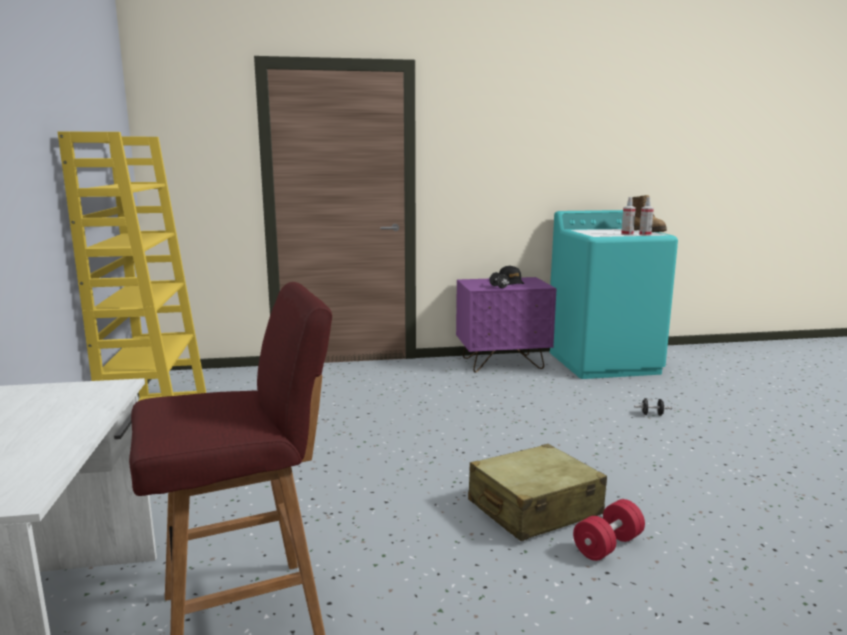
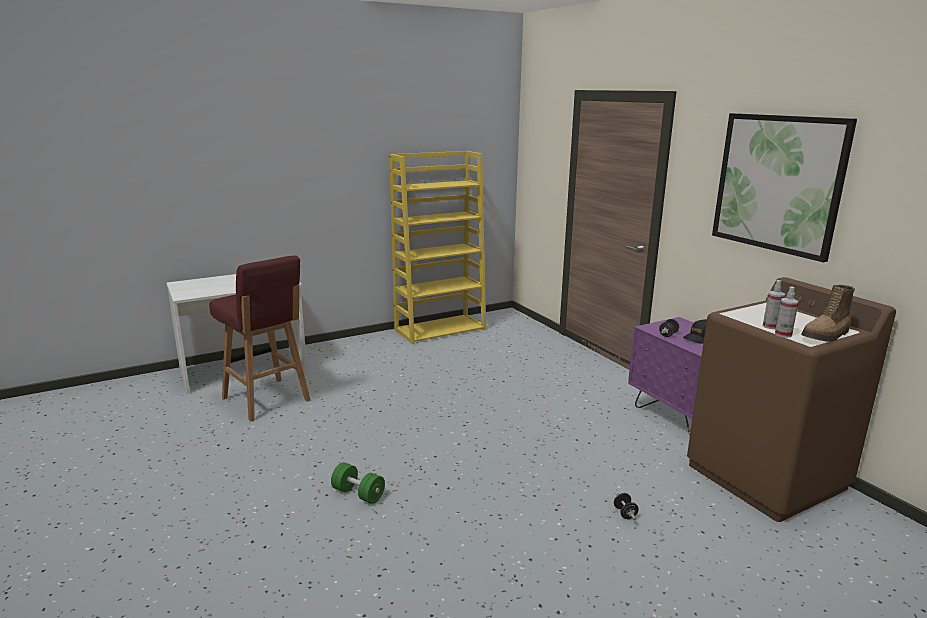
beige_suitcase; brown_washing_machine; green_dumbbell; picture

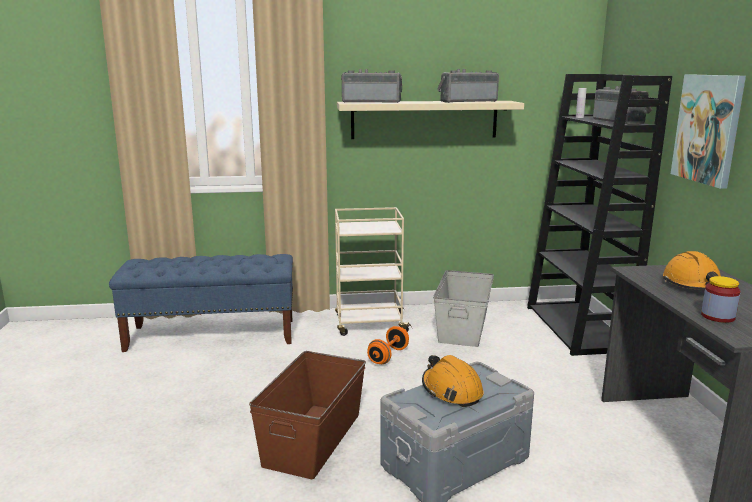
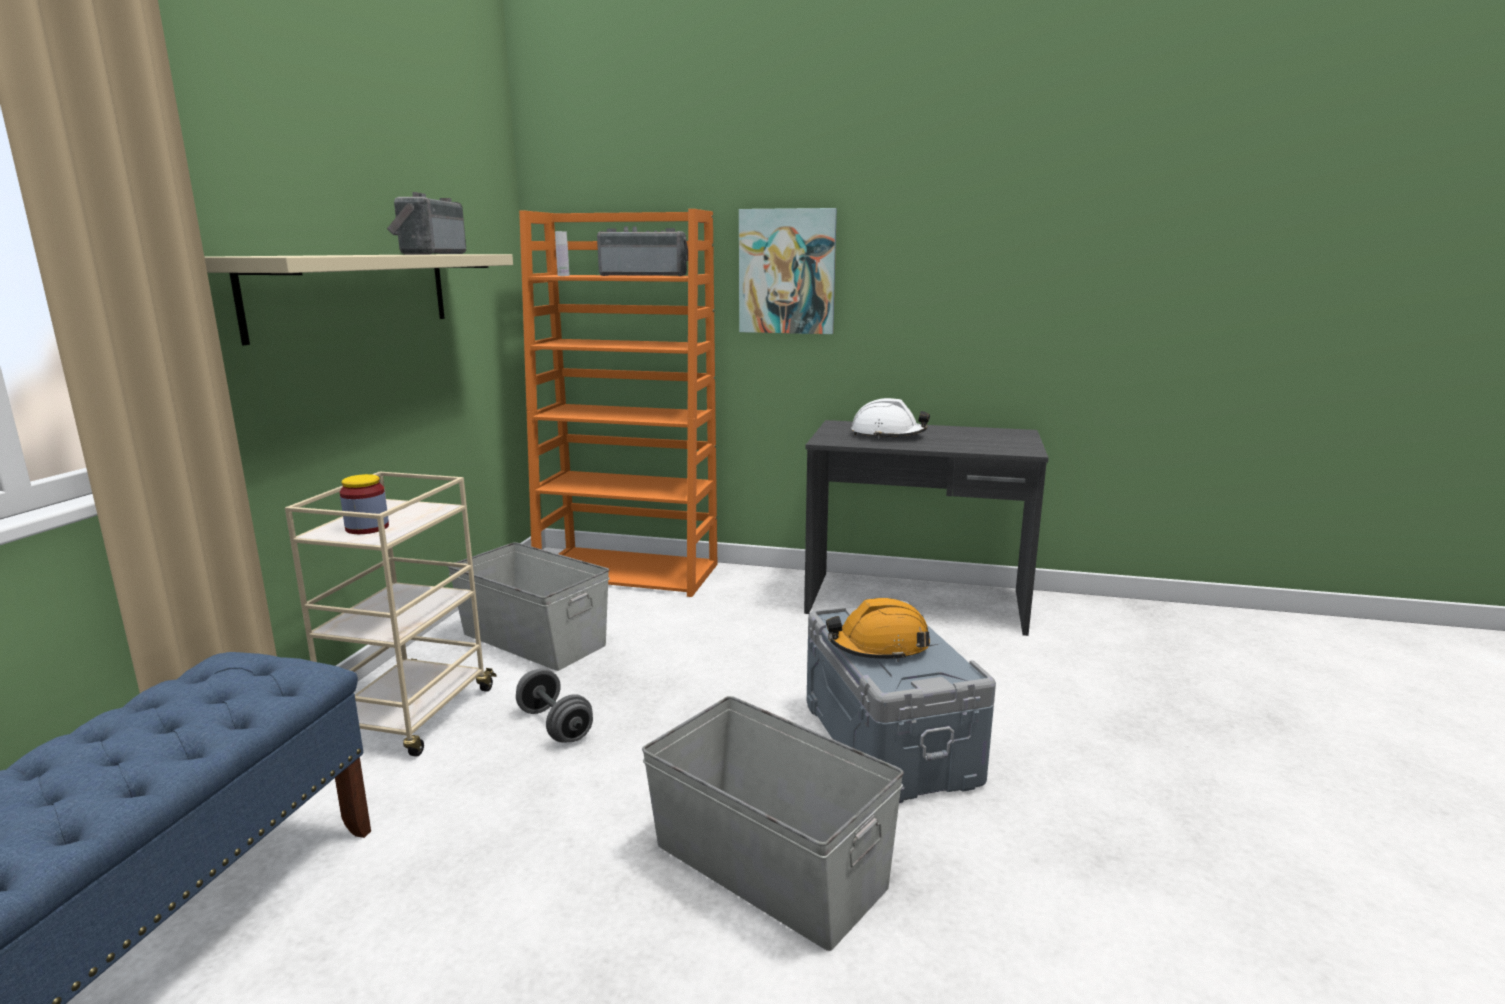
grey_storage_box (no. 2 from left); radio (no. 1 from left in the first image); grey_dumbbell; orange_bookcase; white_hard_hat; jar

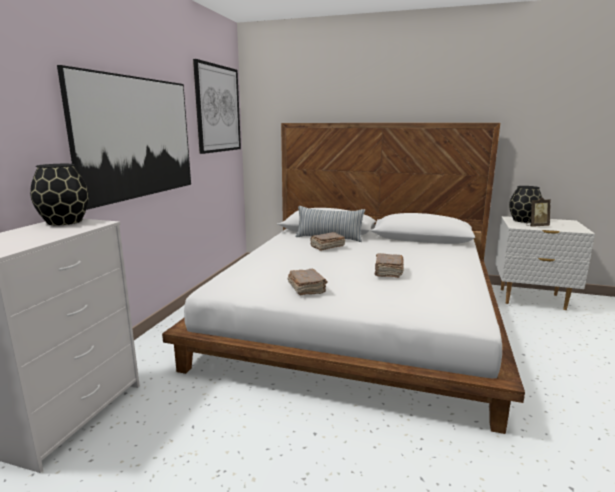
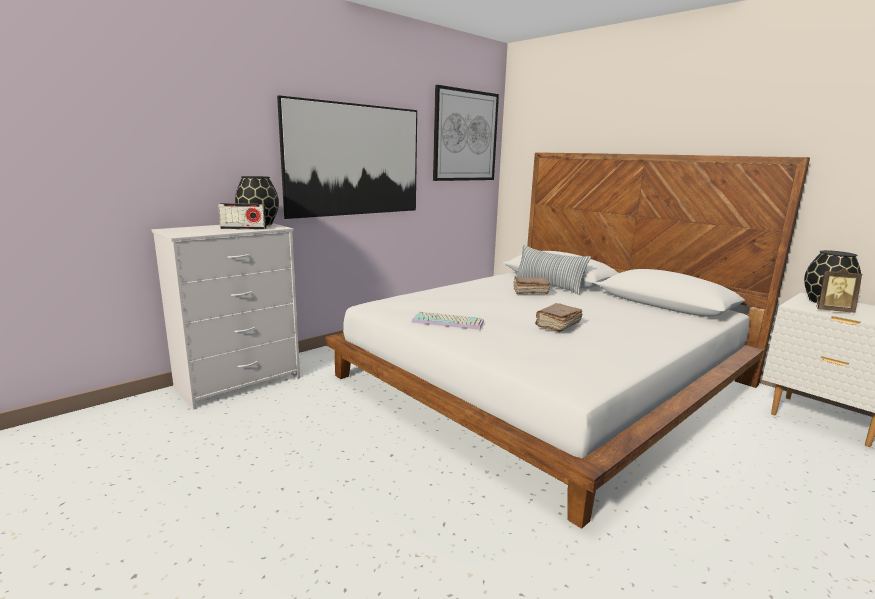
keyboard; radio

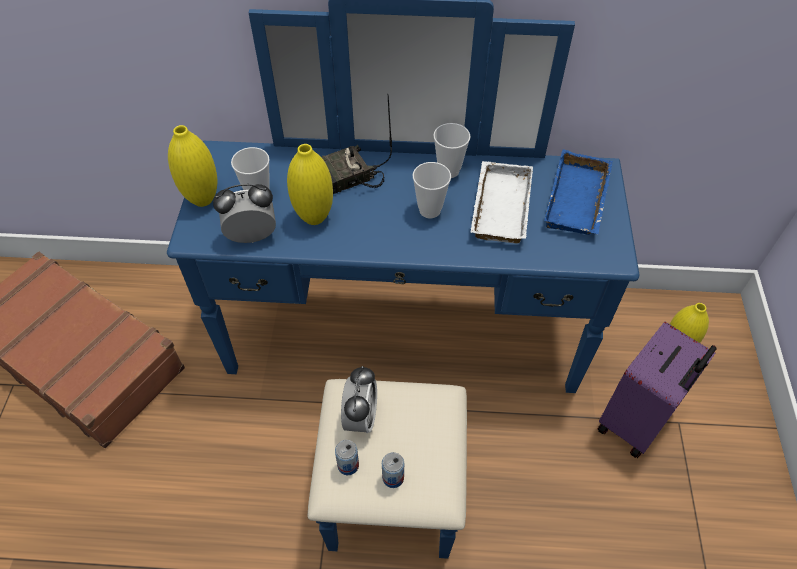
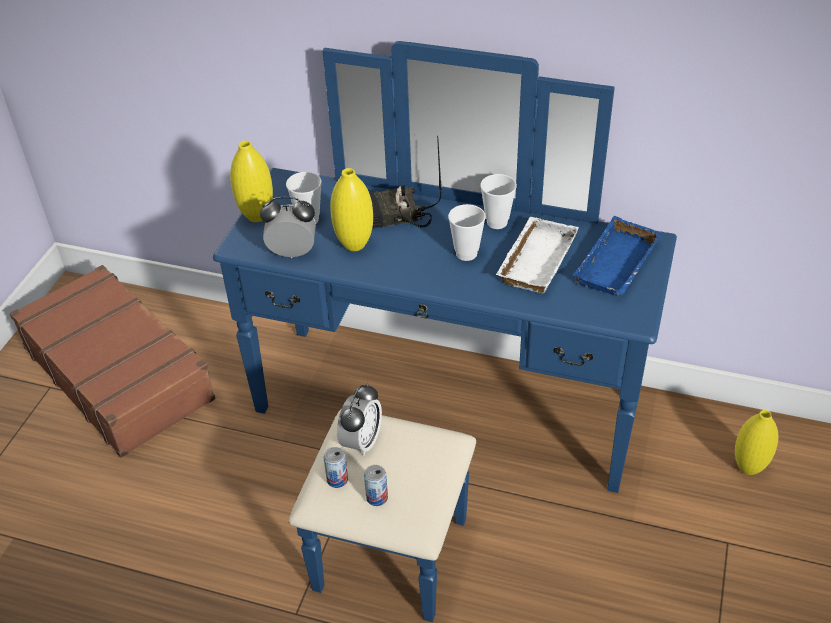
purple_suitcase

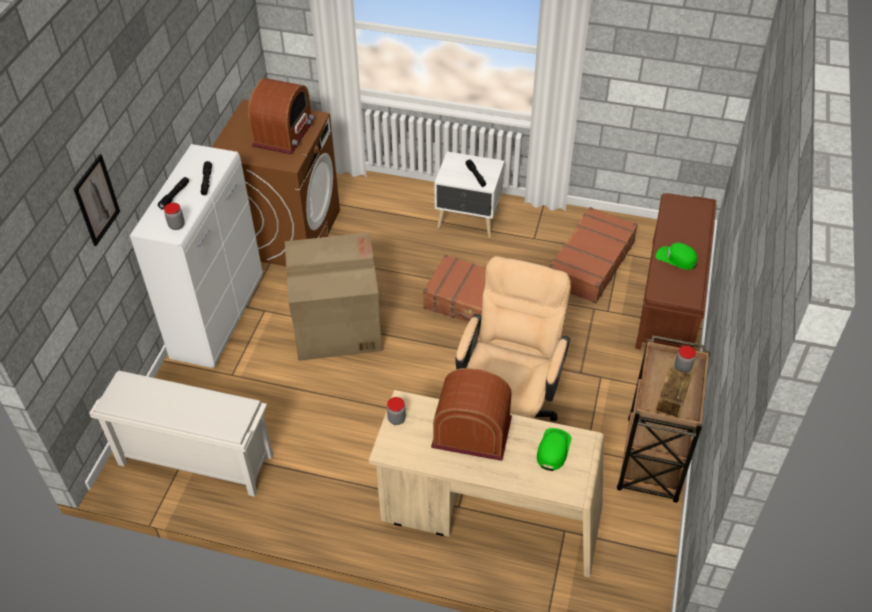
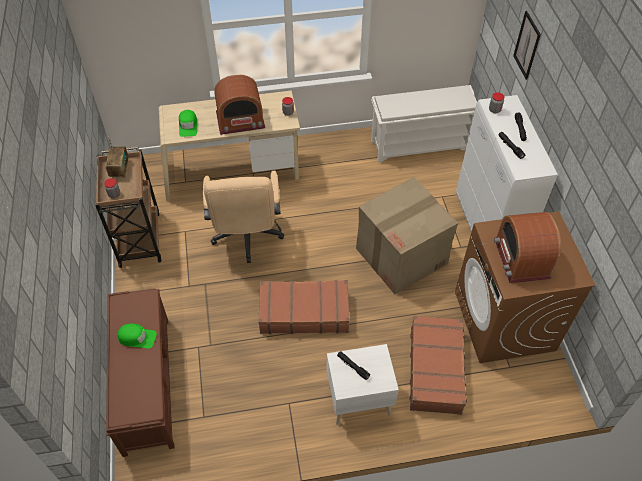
brown_suitcase (no. 2 from left)

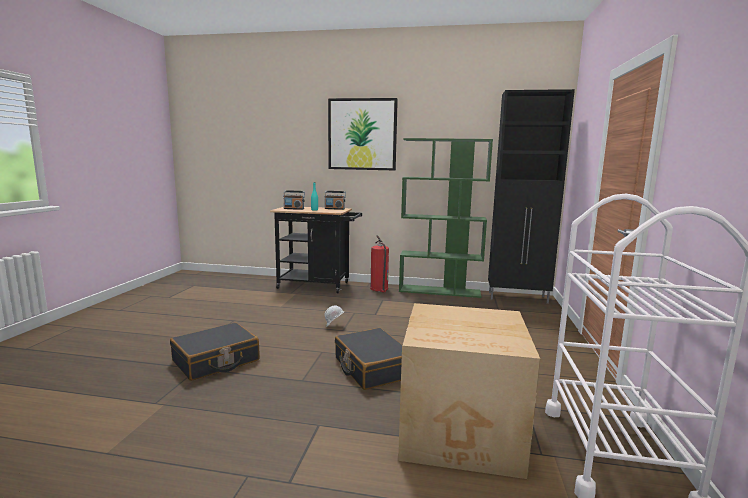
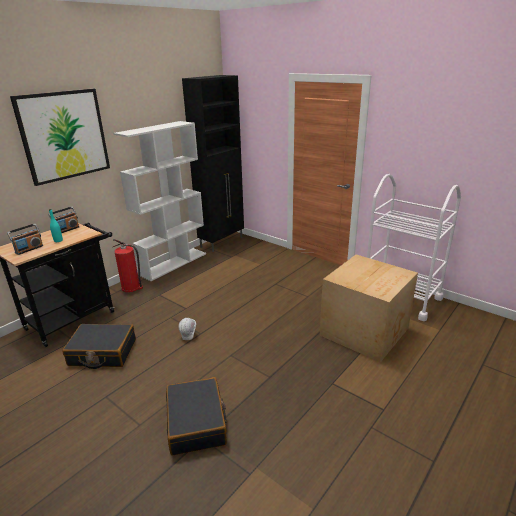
black_suitcase (no. 1 from left); white_bookcase

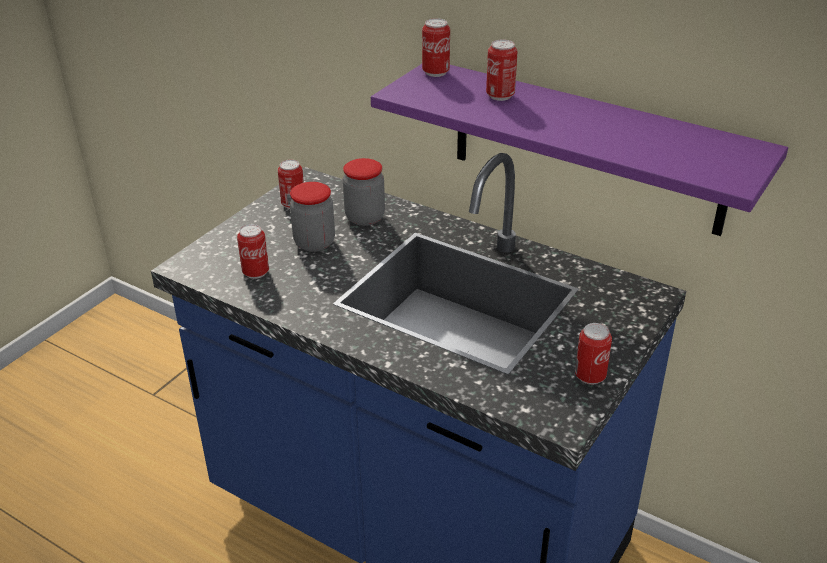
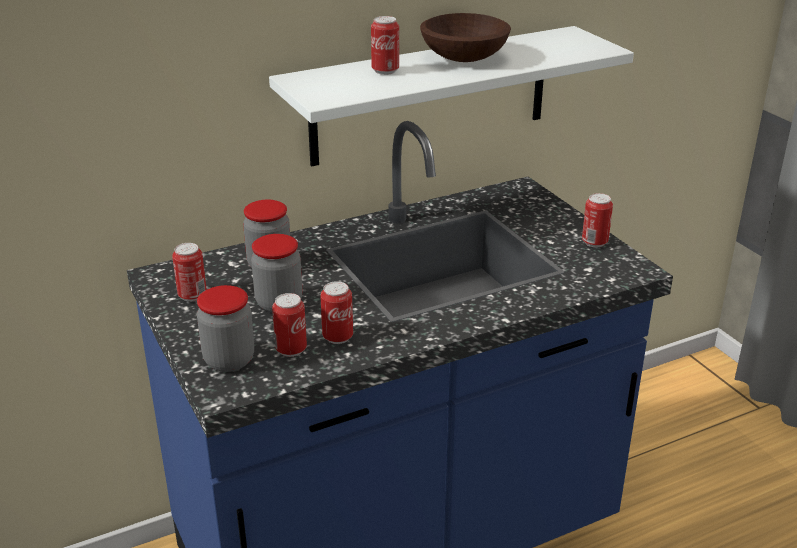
white_shelf; can (no. 3 from left); jar (no. 1 from left); brown_bowl

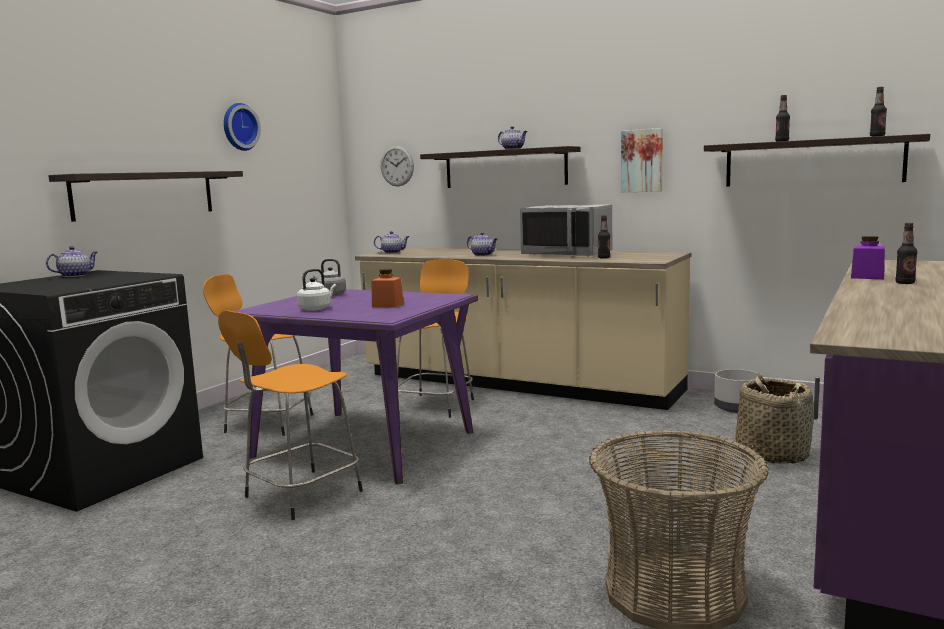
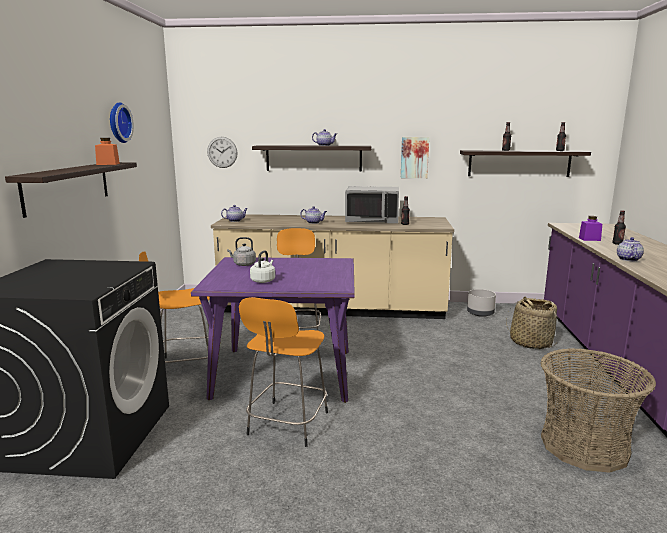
teapot (no. 4 from left); orange_jar

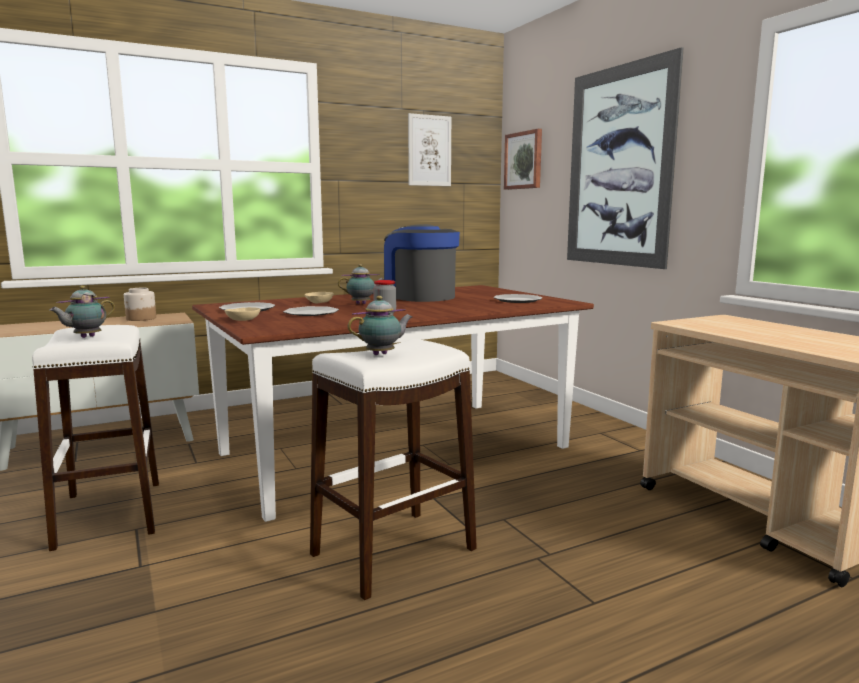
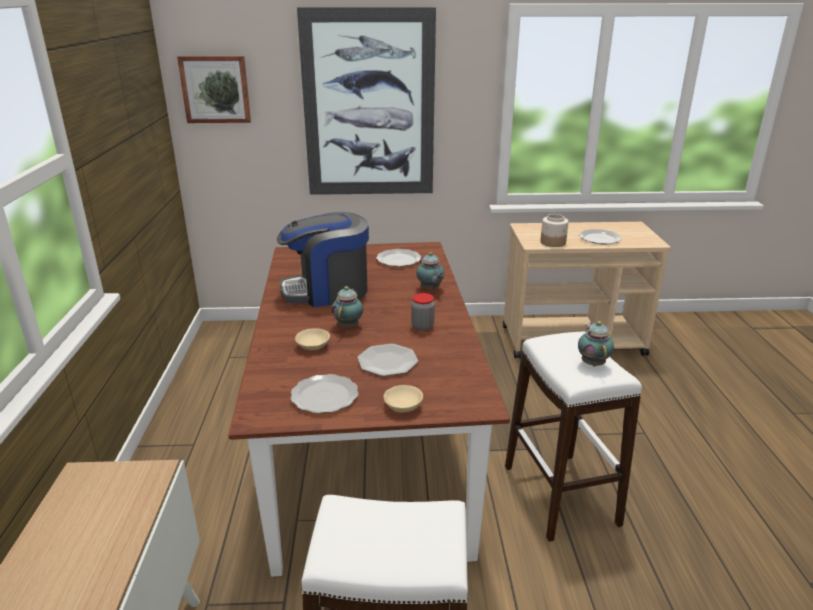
teapot (no. 2 from left); jar (no. 2 from left); picture (no. 1 from left in the first image); plate (no. 4 from left)

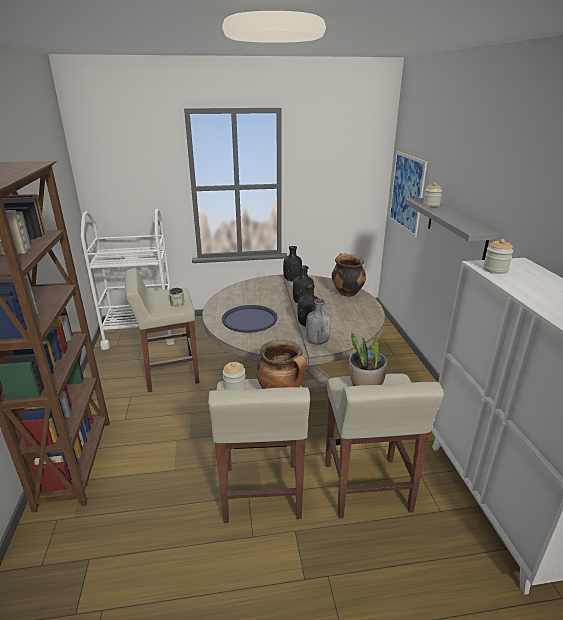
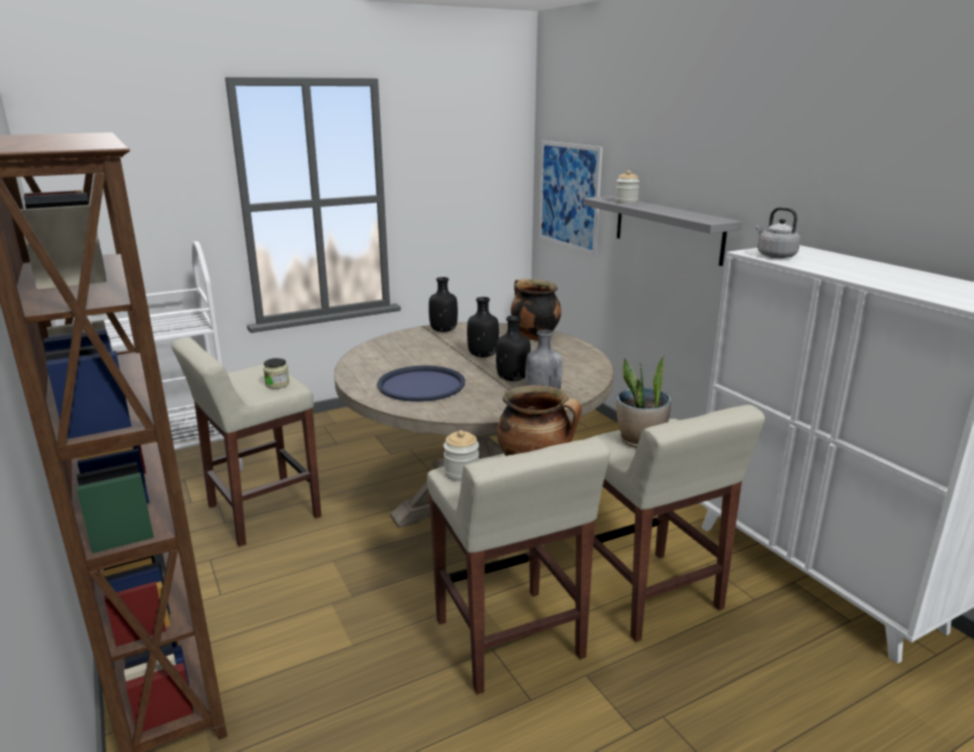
grey_kettle

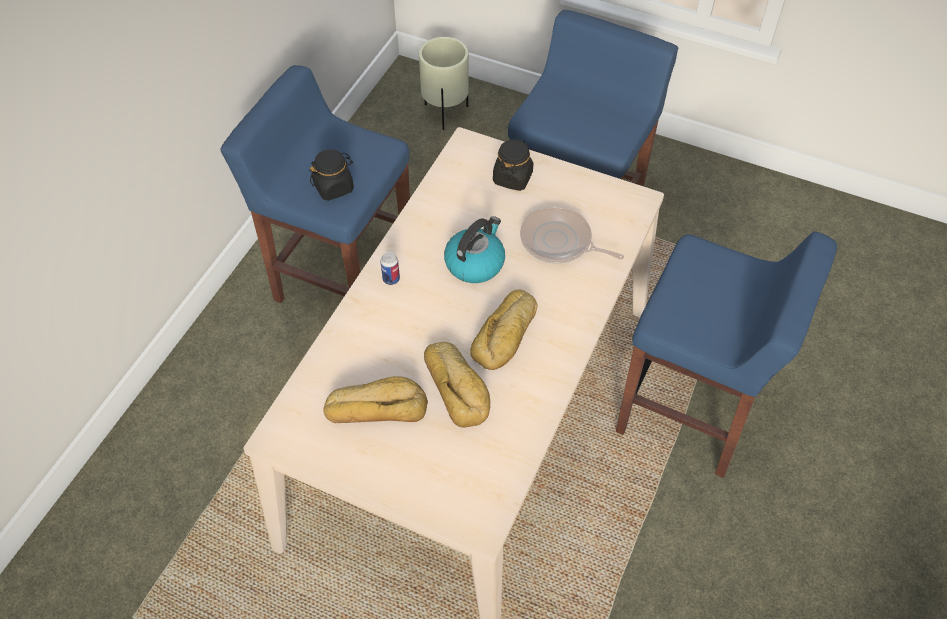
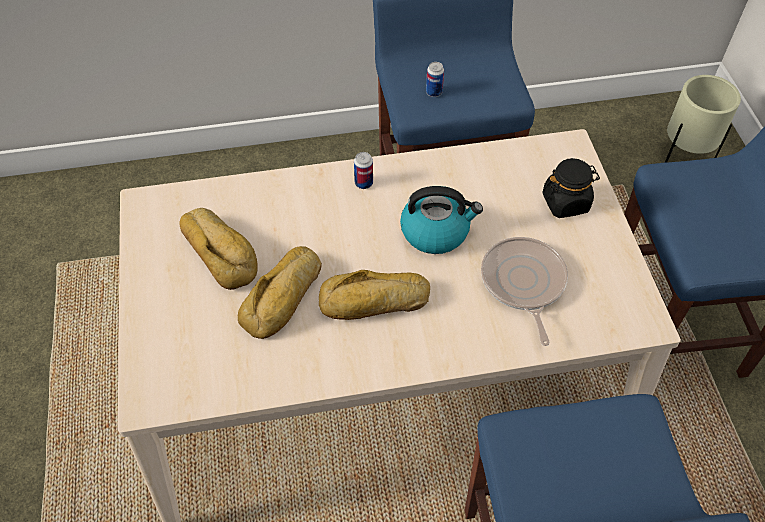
can (no. 2 from left)

